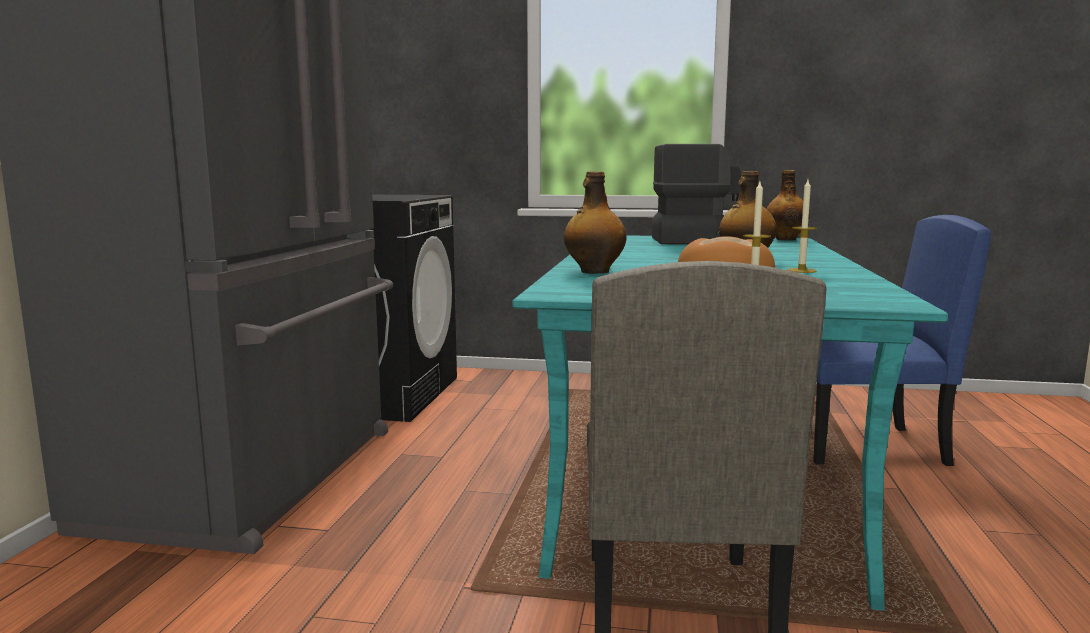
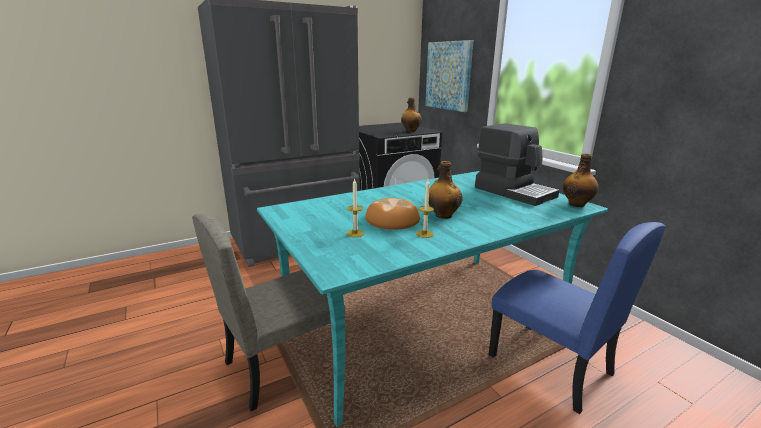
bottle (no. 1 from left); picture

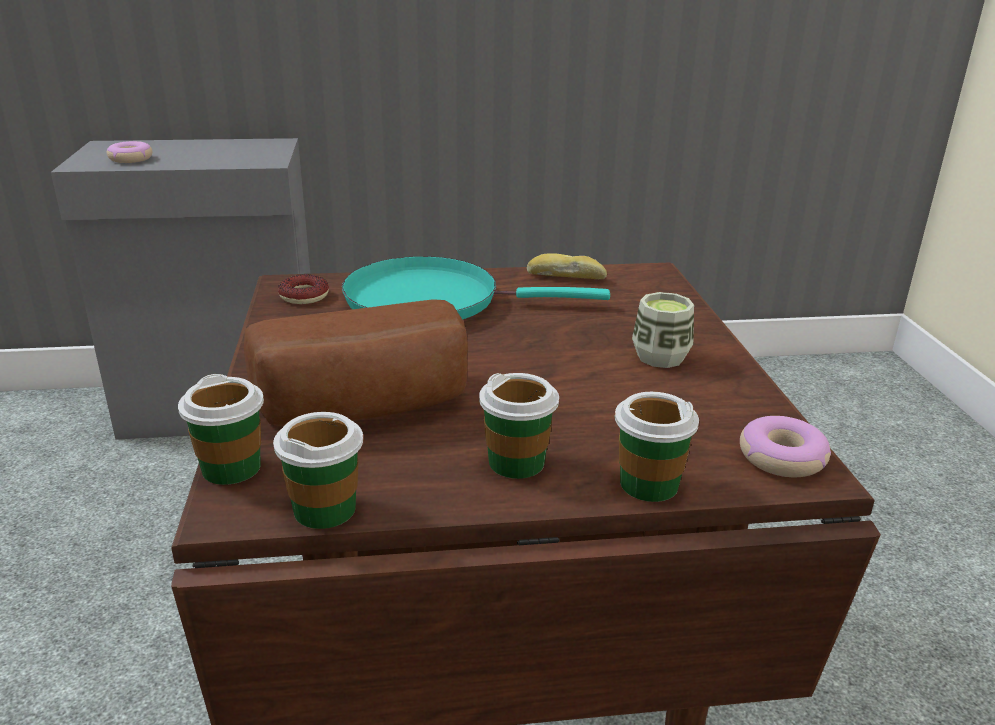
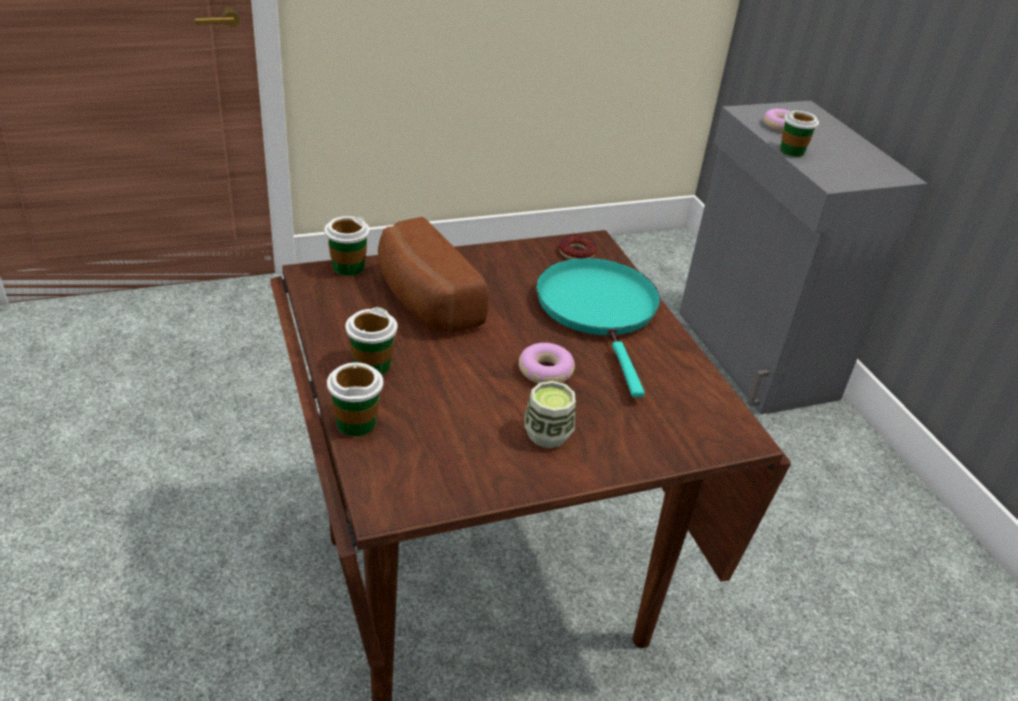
cup (no. 5 from left); bread (no. 2 from left in the first image); donut (no. 1 from left)

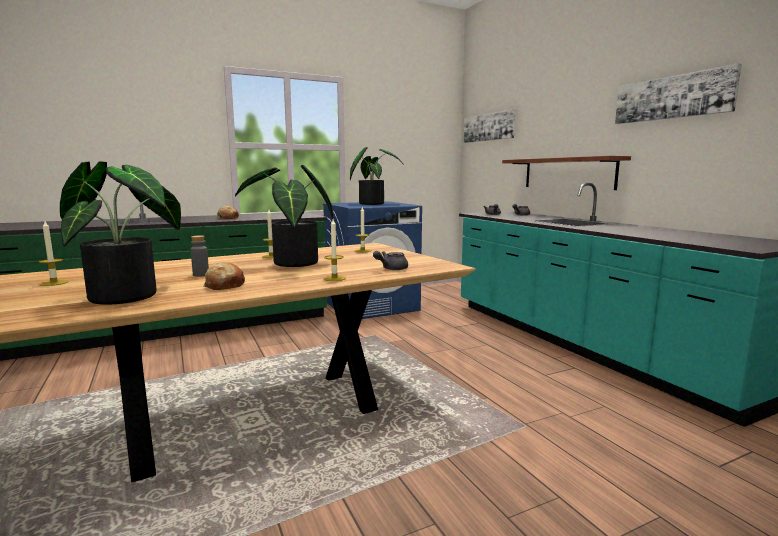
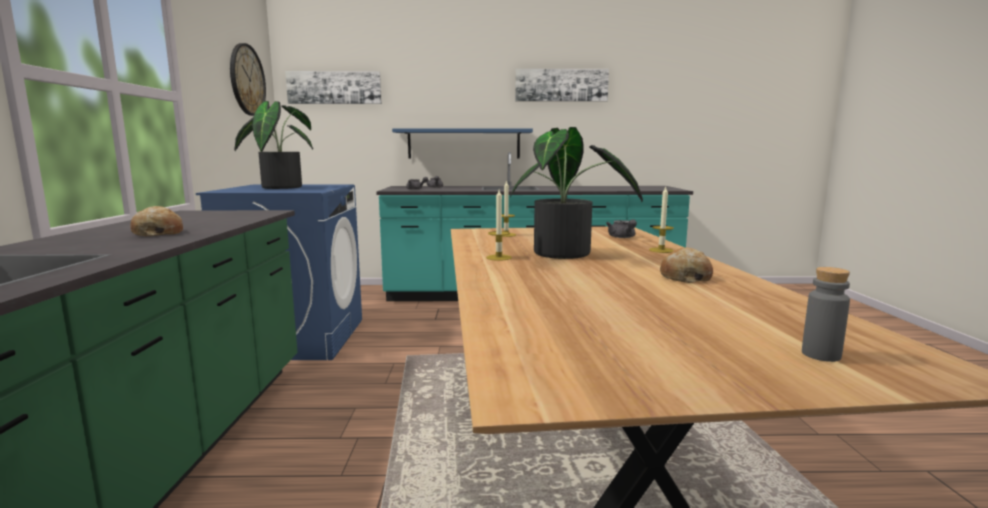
candle (no. 1 from left in the first image); potted_plant (no. 1 from left in the first image); grey_bottle; blue_shelf; wall_clock

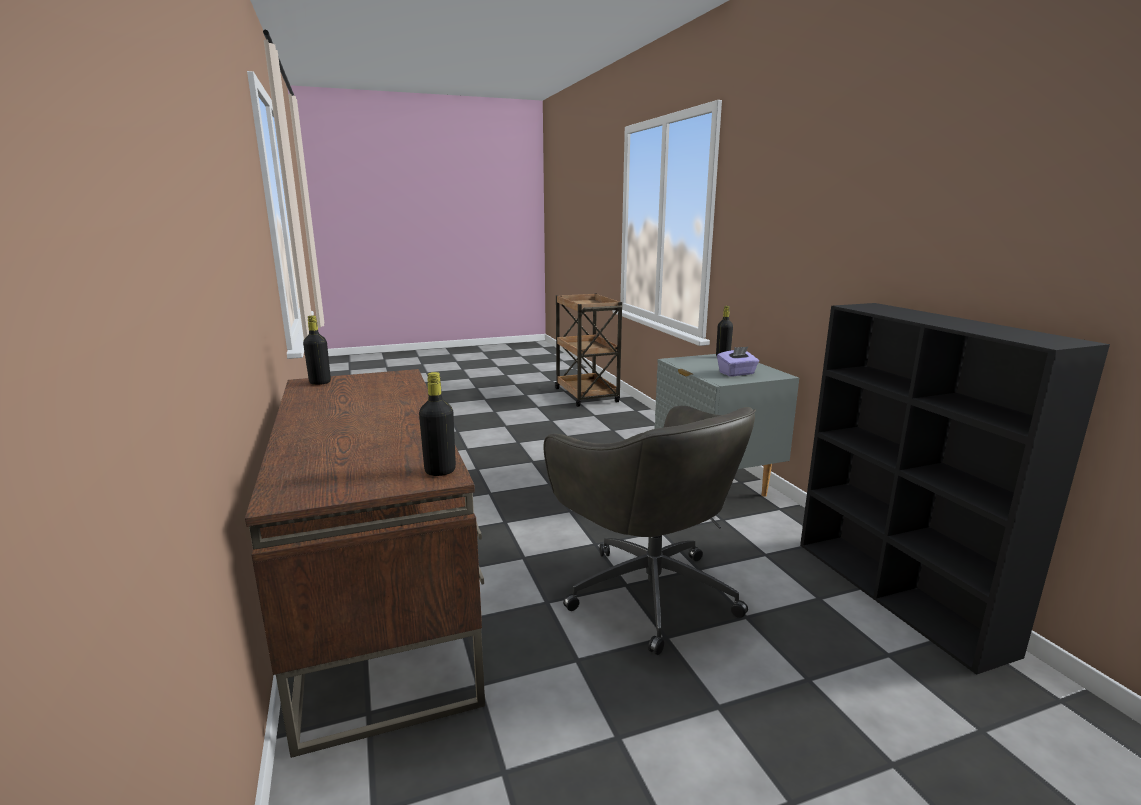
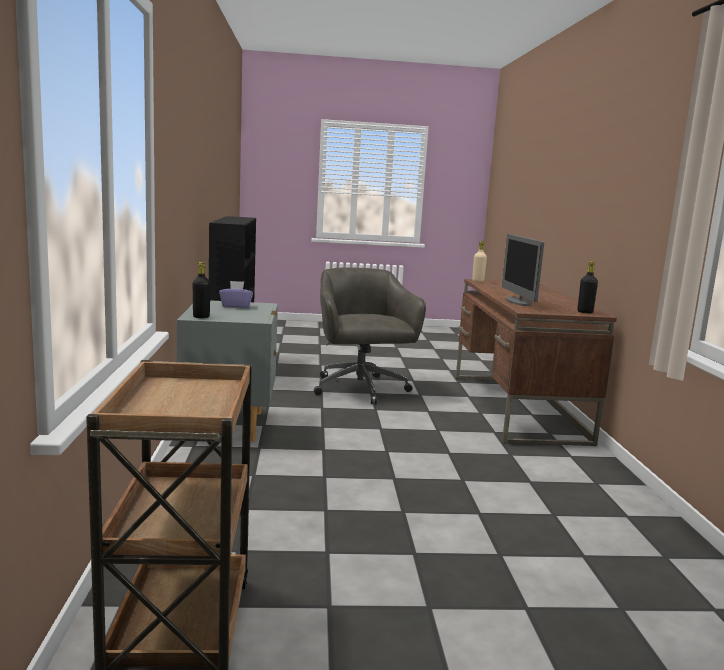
beige_bottle; monitor

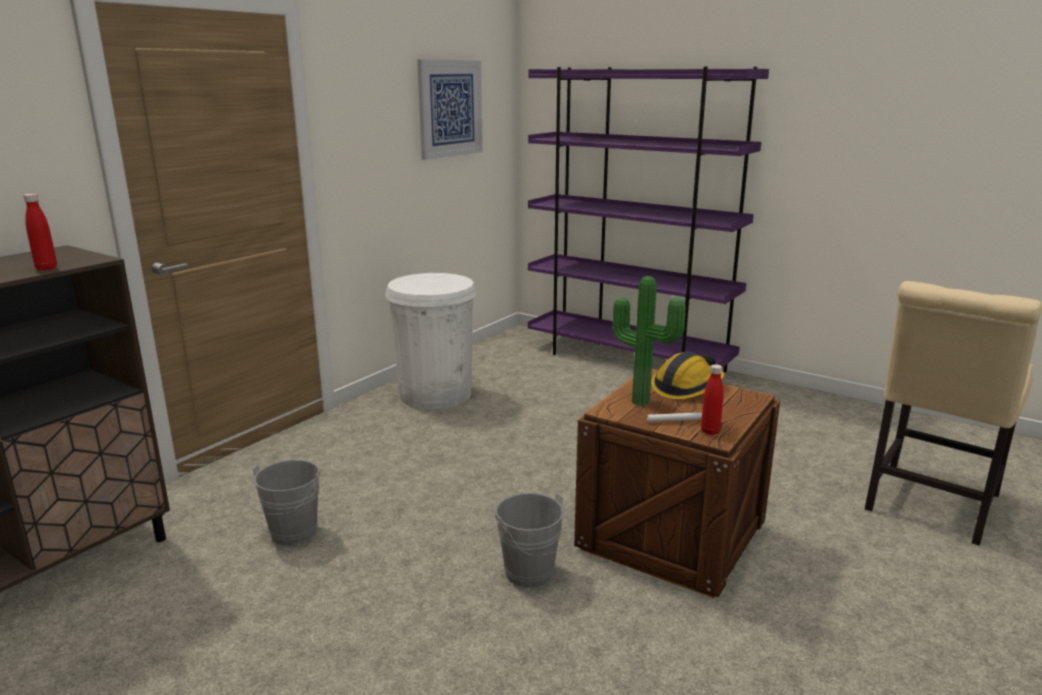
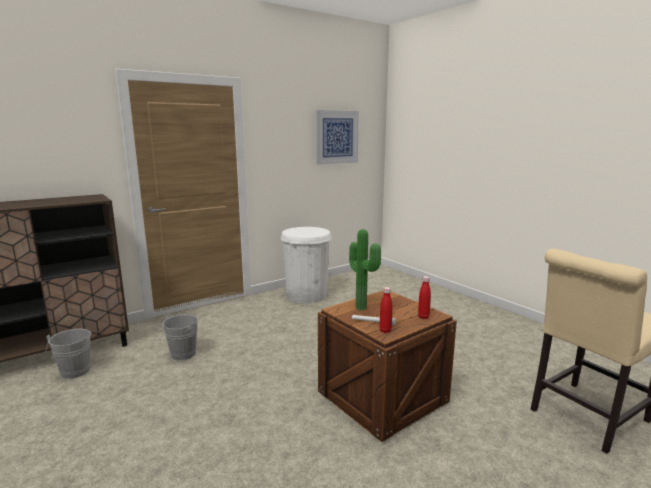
red_bottle (no. 2 from left); grey_bucket (no. 1 from left); purple_bookcase; hard_hat

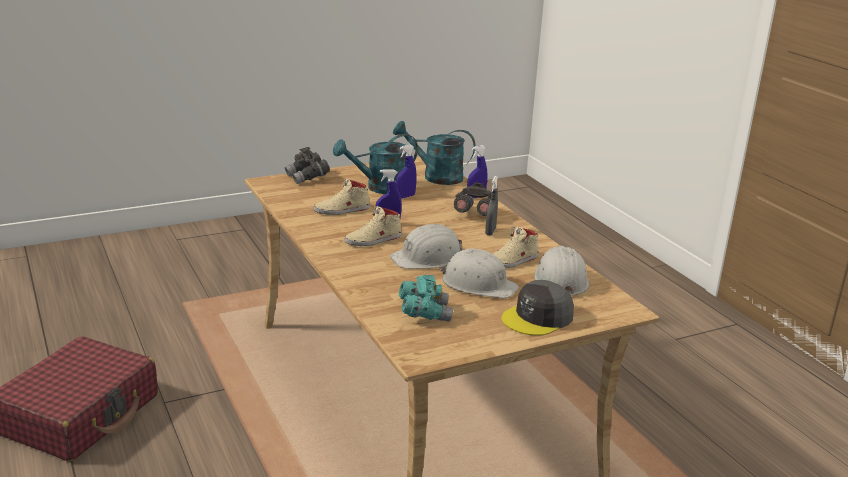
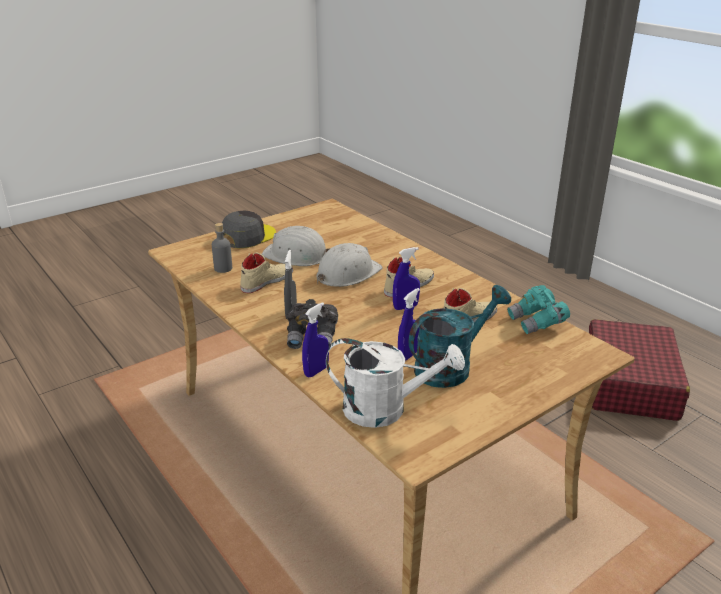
grey_binoculars (no. 1 from left in the first image); white_watering_can; turquoise_binoculars; grey_bottle

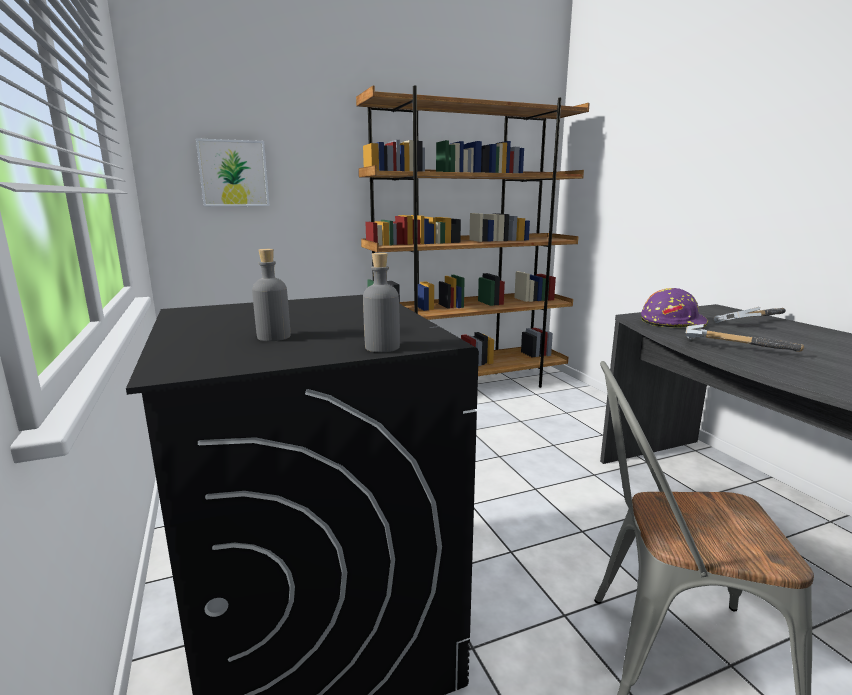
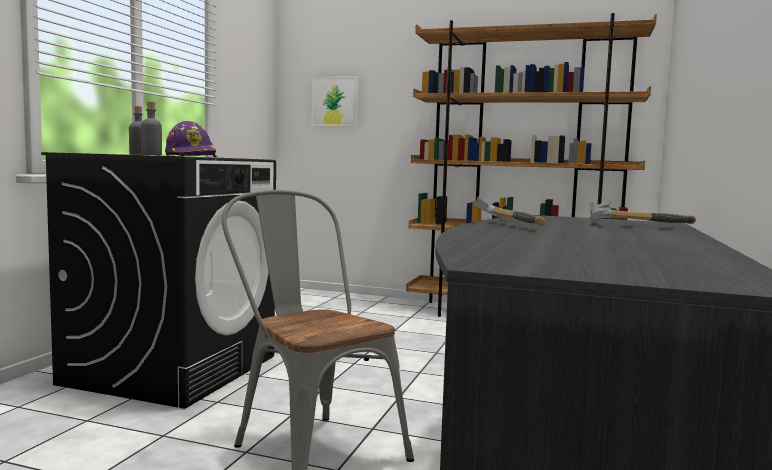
purple_hard_hat

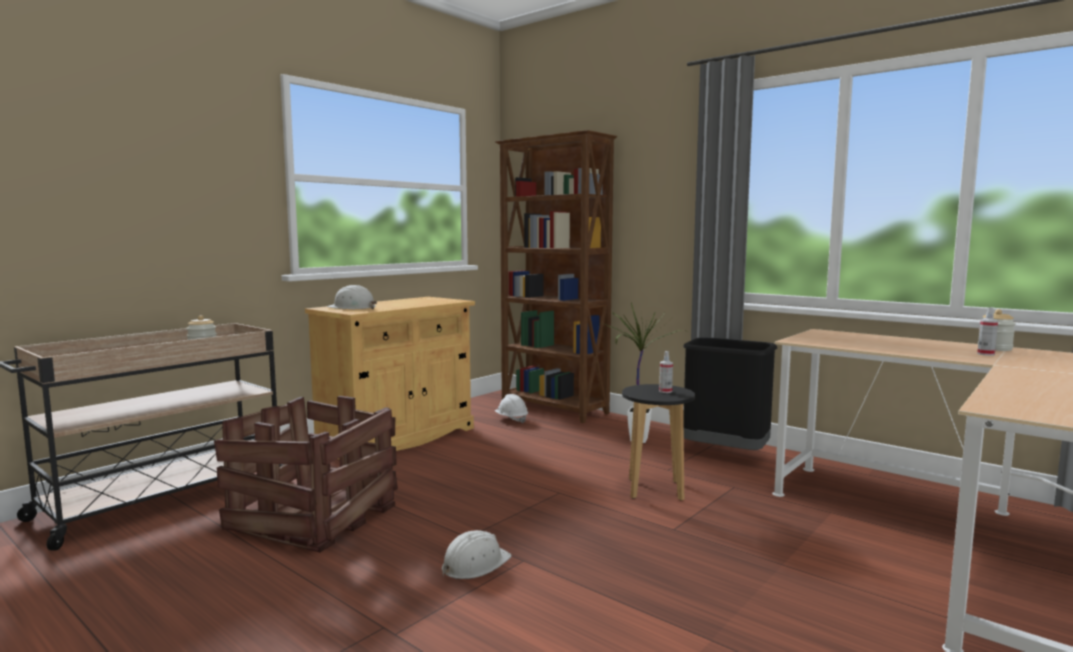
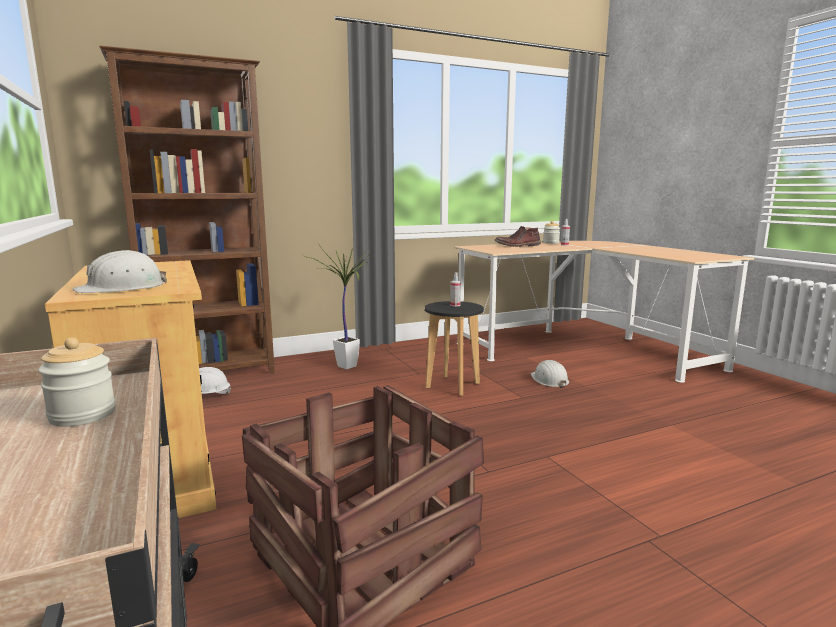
white_hard_hat (no. 3 from left); black_trash_can; brown_boot

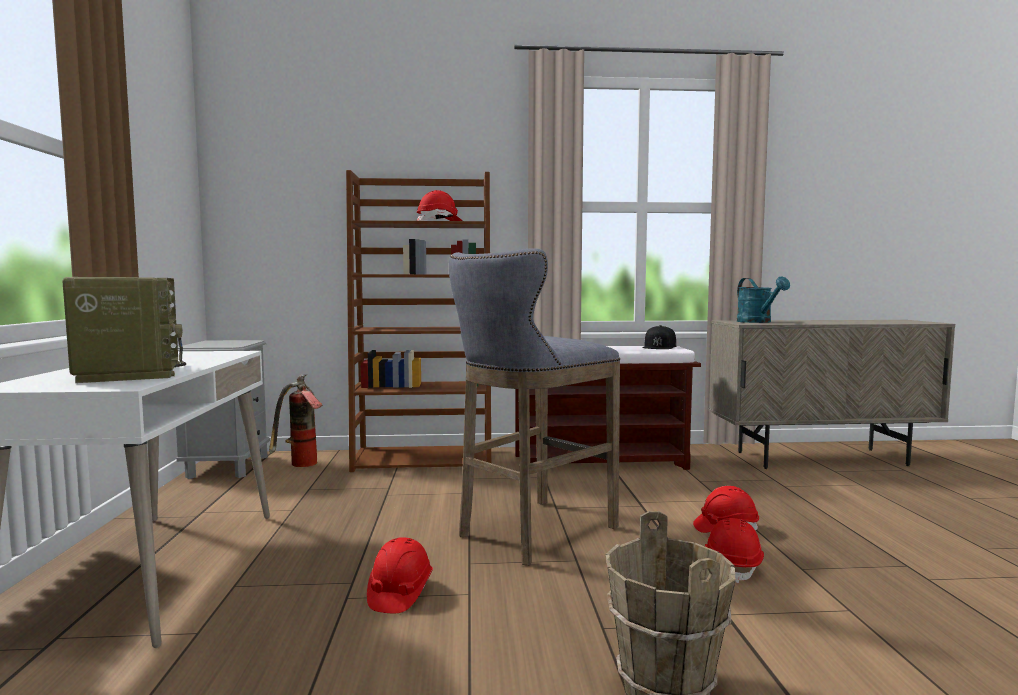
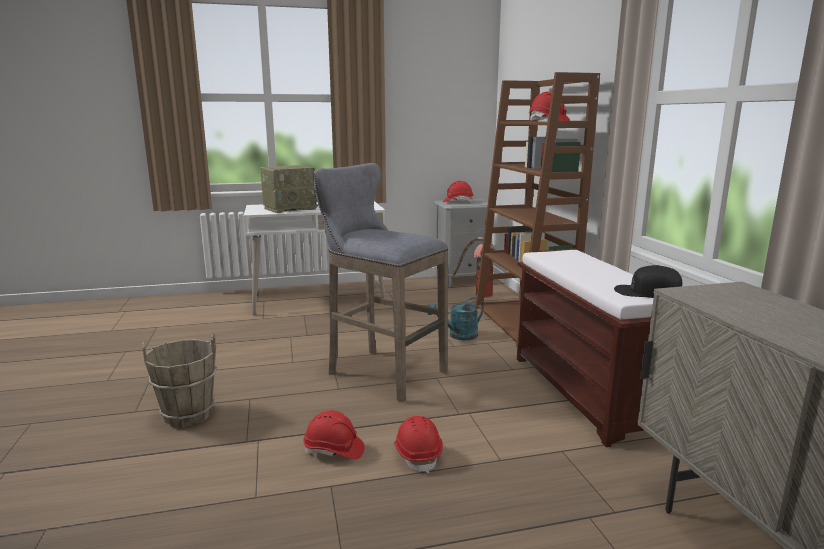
red_hard_hat (no. 3 from left); turquoise_watering_can

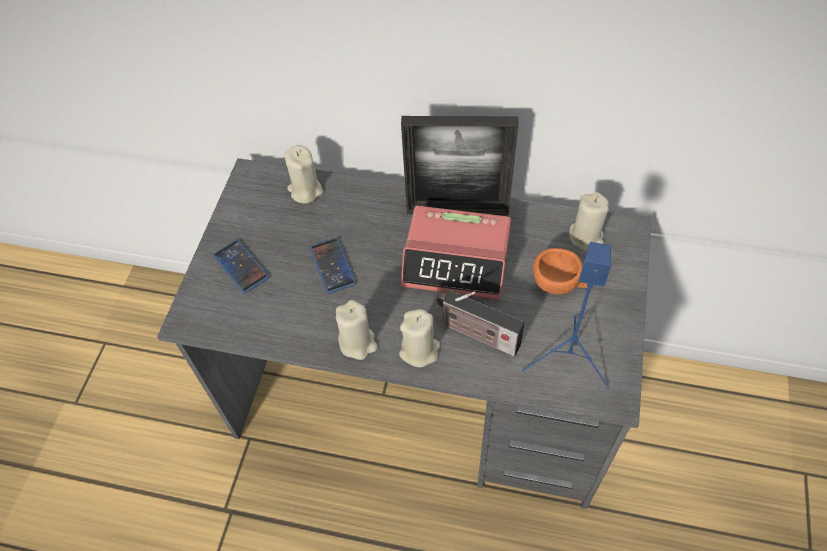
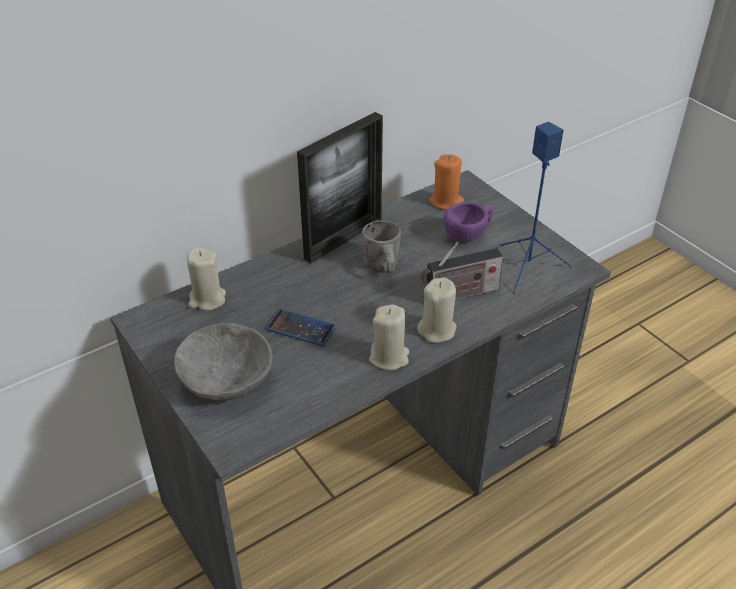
grey_bowl; grey_mug; purple_cup; orange_candle

